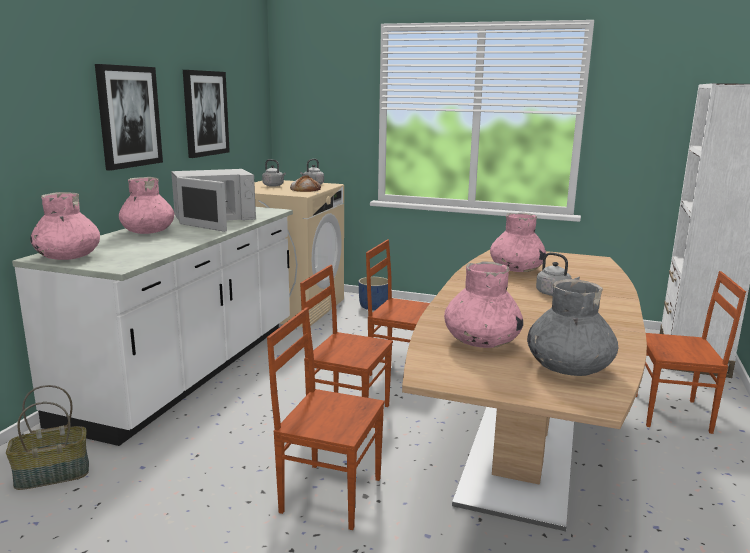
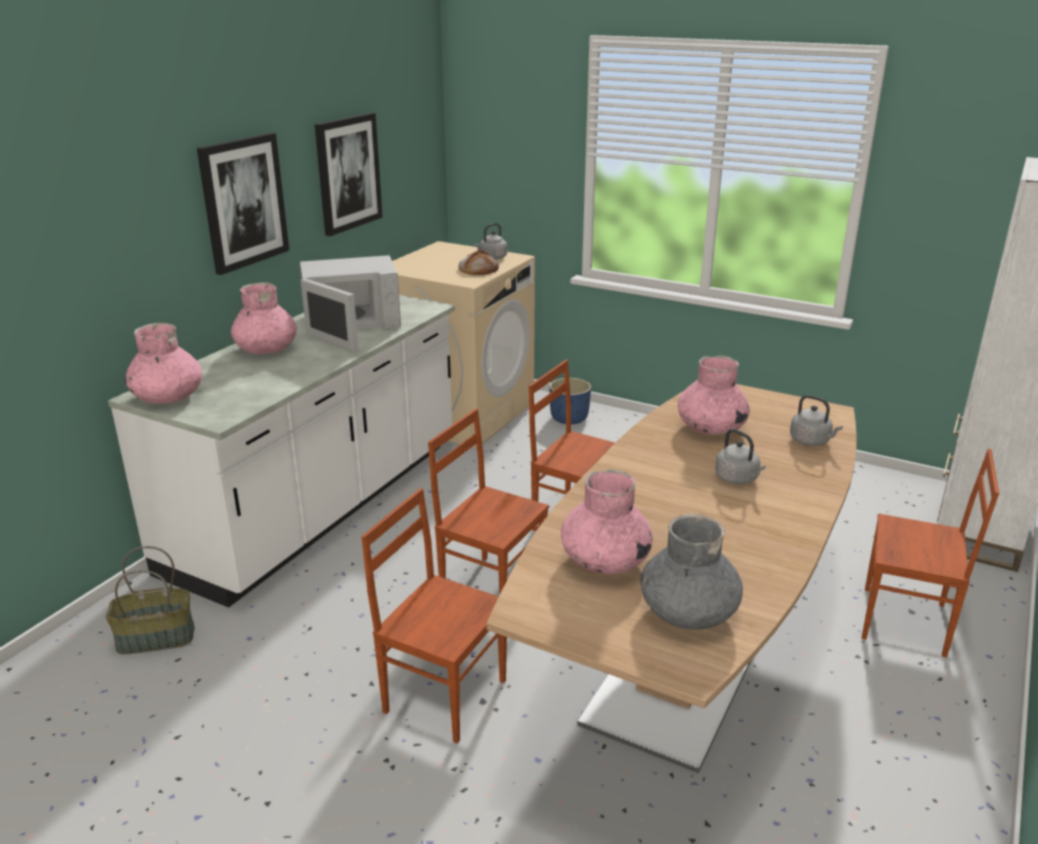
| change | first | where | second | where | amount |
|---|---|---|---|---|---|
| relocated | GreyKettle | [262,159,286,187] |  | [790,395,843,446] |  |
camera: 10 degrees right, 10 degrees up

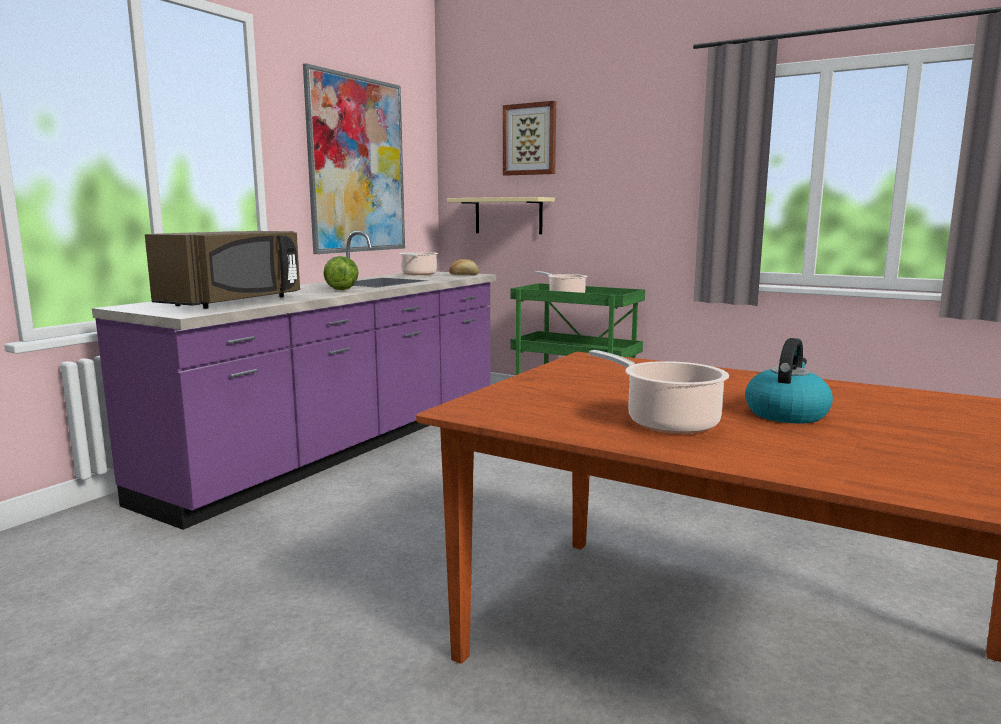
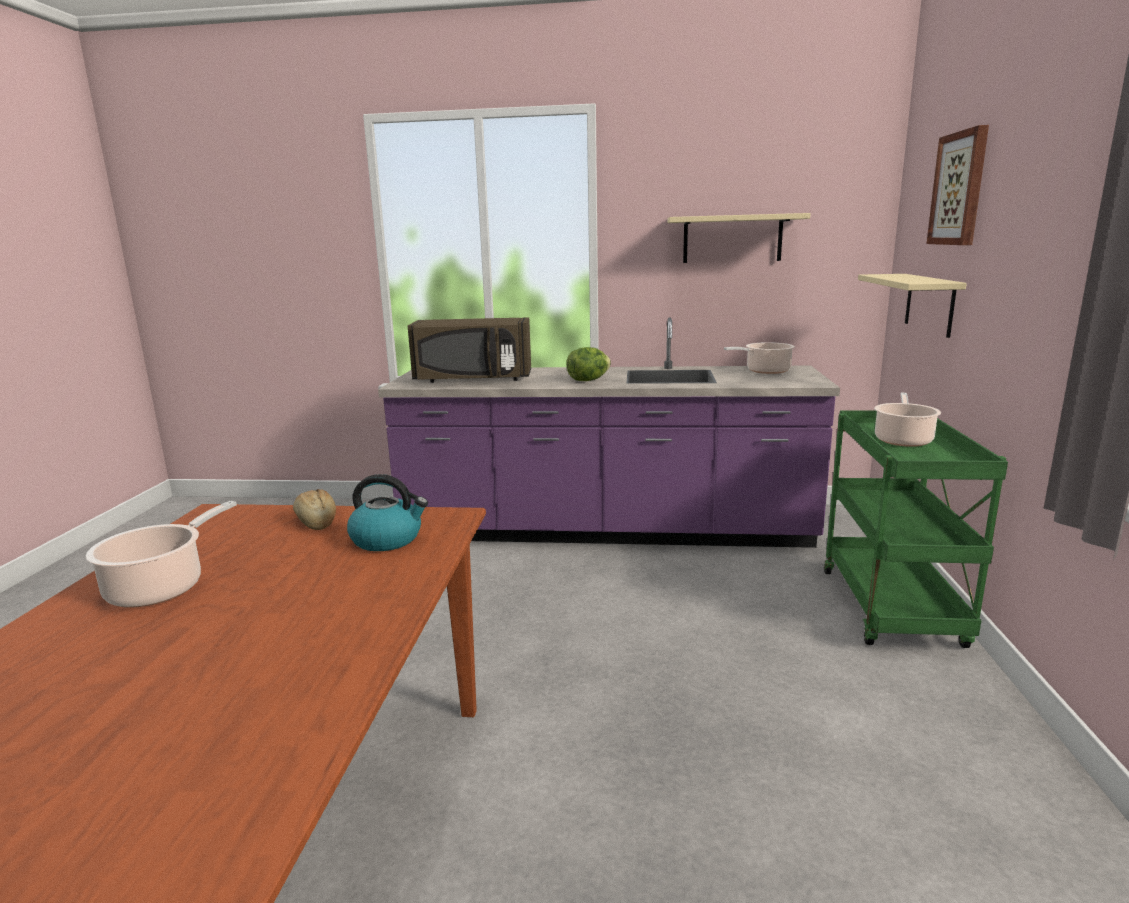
| change | first | where | second | where | amount |
|---|---|---|---|---|---|
| exchanged | Picture | [303,63,405,254] | BeigeShelf | [668,213,811,263] |  |
| relocated | Bread | [449,259,479,275] |  | [293,489,336,530] |  |
| relocated | Kettle | [745,338,833,424] |  | [347,474,428,551] |  |
camera: 65 degrees right, 5 degrees up

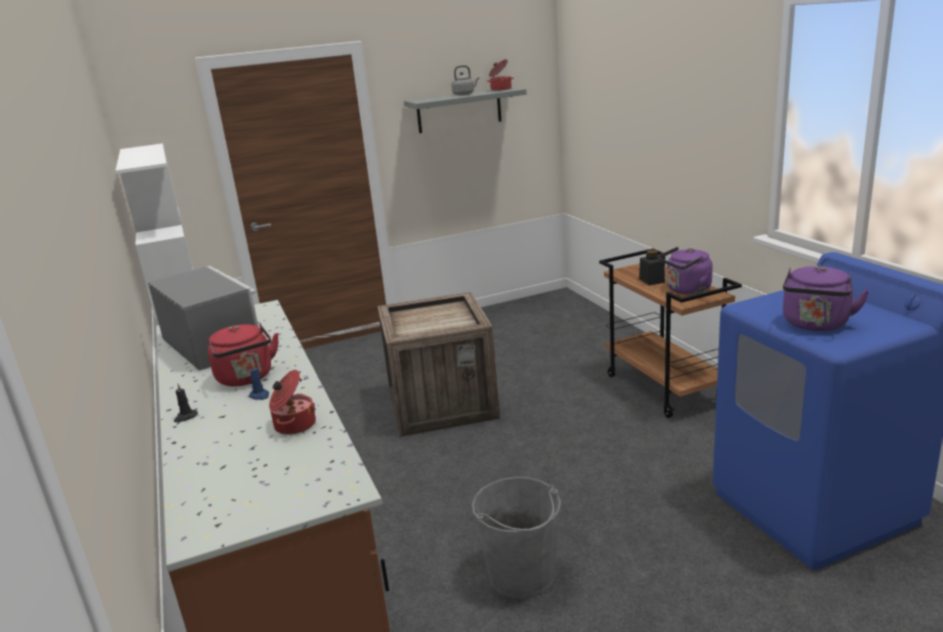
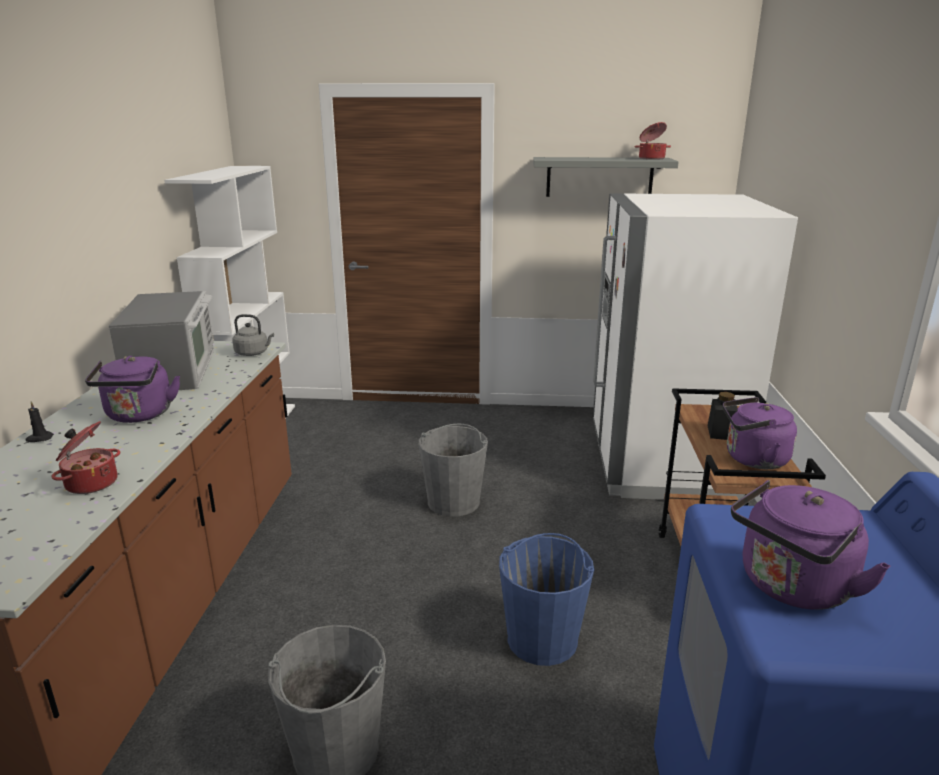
| change | first | where | second | where | amount |
|---|---|---|---|---|---|
| relocated | GreyKettle | [451,65,479,95] |  | [232,314,274,356] |  |
| exchanged | Crate | [378,292,500,437] | GreyBucket | [419,424,488,517] |  |
| colour | RedKettle | [207,323,279,386] | PurpleKettle | [85,356,180,423] |  |
| missing | BlueCandle | [248,363,269,400] |  |  |  |
| appeared |  |  | WhiteFridge | [593,193,798,500] |  |
| appeared |  |  | BlueBucket | [499,533,594,666] |  |
camera: 25 degrees right, 0 degrees up

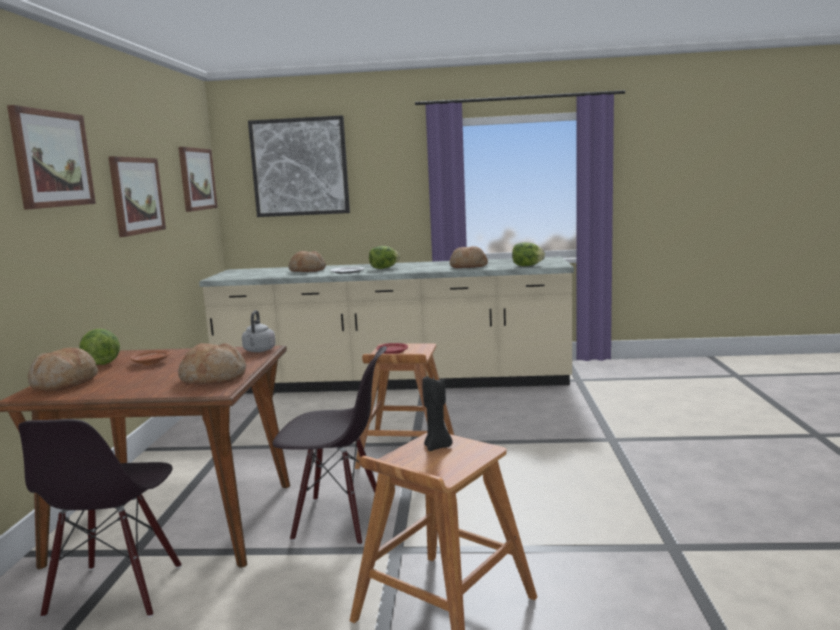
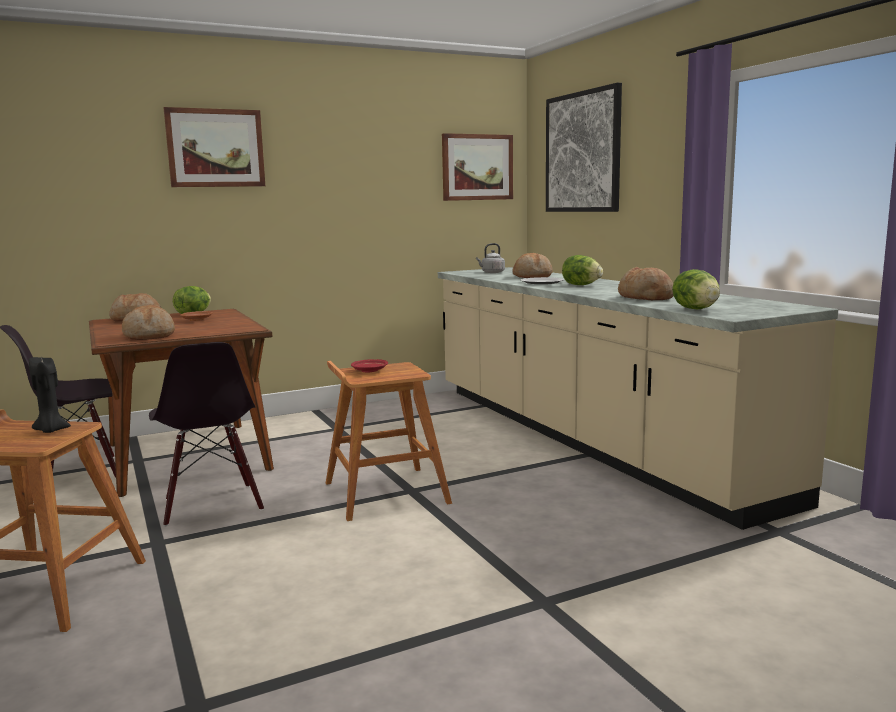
| change | first | where | second | where | amount |
|---|---|---|---|---|---|
| missing | Picture | [108,156,166,237] |  |  |  |
| relocated | GreyKettle | [242,310,276,352] |  | [476,243,505,273] |  |
camera: 60 degrees right, 0 degrees up

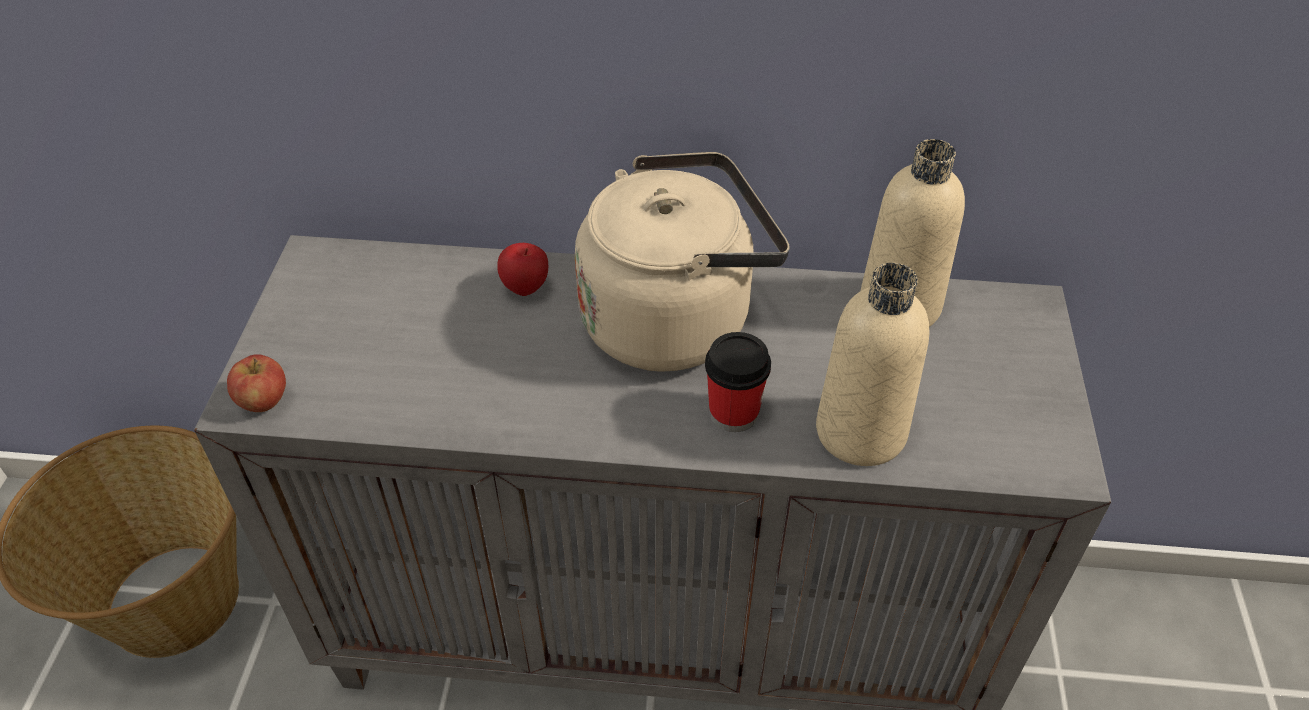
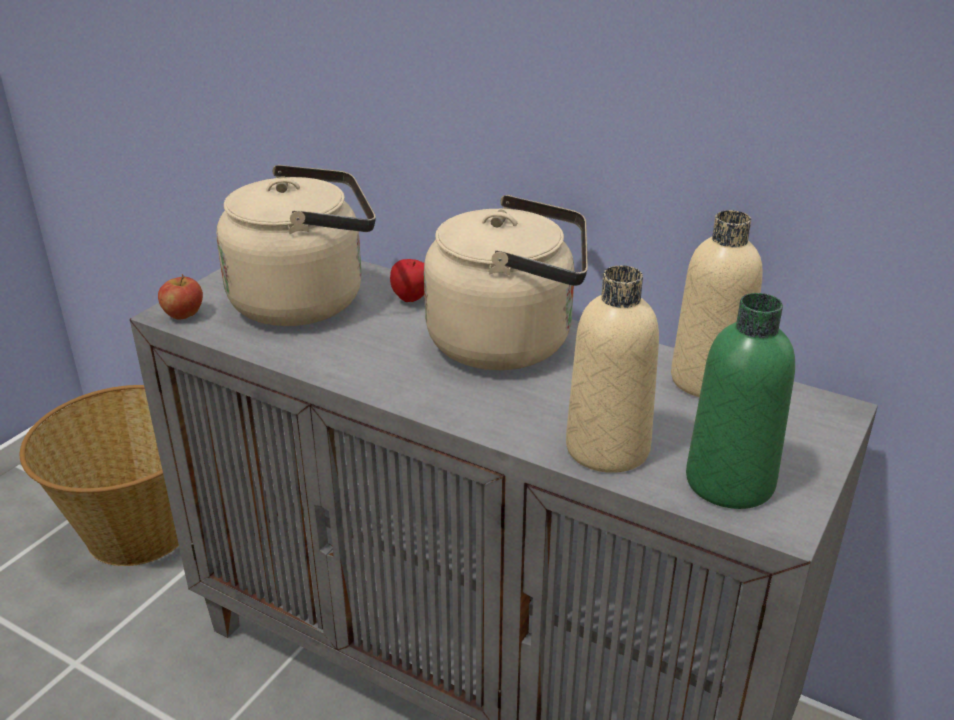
| change | first | where | second | where | amount |
|---|---|---|---|---|---|
| missing | Cup | [705,332,771,432] |  |  |  |
| appeared |  |  | BeigeKettle | [216,165,376,326] |  |
| appeared |  |  | GreenBottle | [686,293,795,509] |  |
camera: 25 degrees right, 15 degrees down

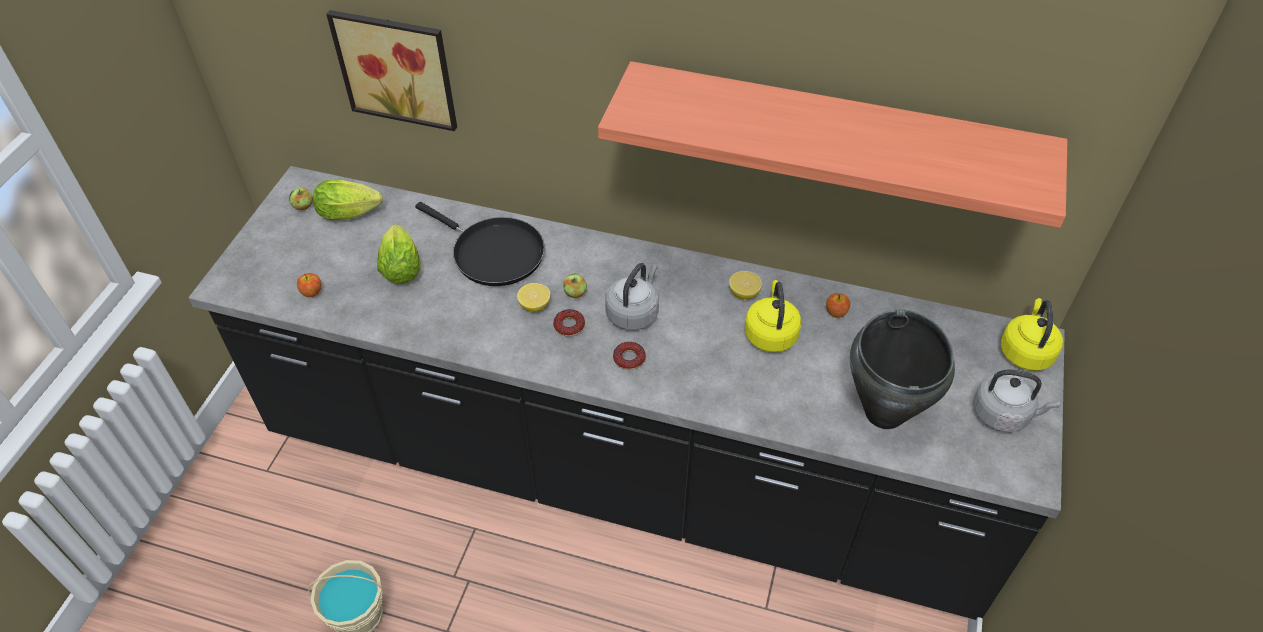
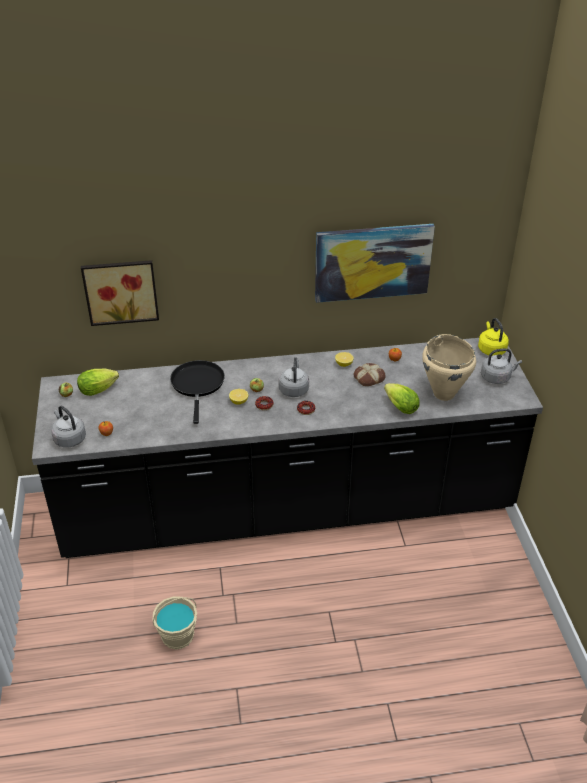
| change | first | where | second | where | amount |
|---|---|---|---|---|---|
| exchanged | Shelf | [598,61,1068,228] | Picture | [315,224,435,303] |  |
| spun | BlackFryingPan | [415,202,545,286] |  | [170,360,225,424] | 105 degrees counterclockwise |
| relocated | Lettuce | [377,224,421,284] |  | [384,383,420,414] |  |
| exchanged | YellowKettle | [745,280,801,352] | Bread | [354,363,386,386] |  |
| colour | BlackCookingPot | [850,309,955,429] | BeigeCookingPot | [422,334,476,401] |  |
| appeared |  |  | GreyKettle | [51,406,86,448] |  |
camera: 25 degrees left, 10 degrees down

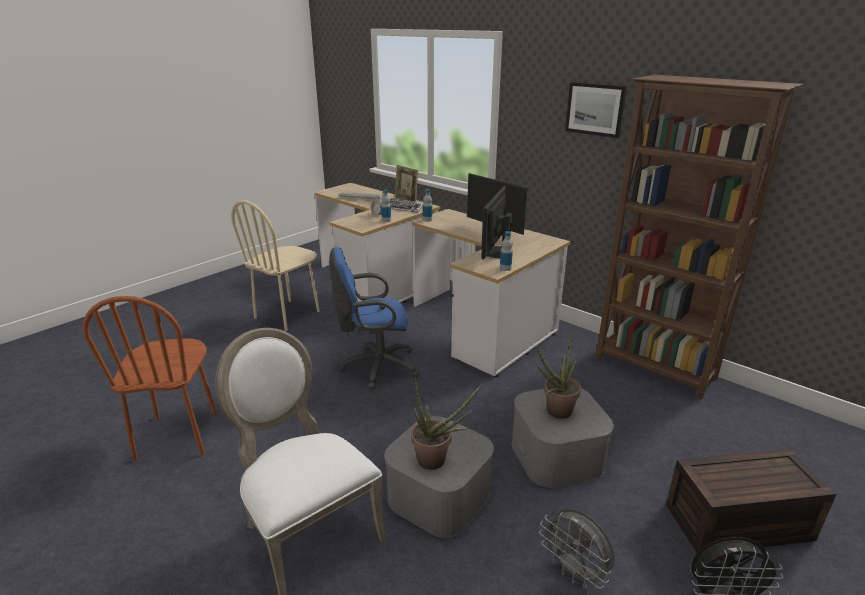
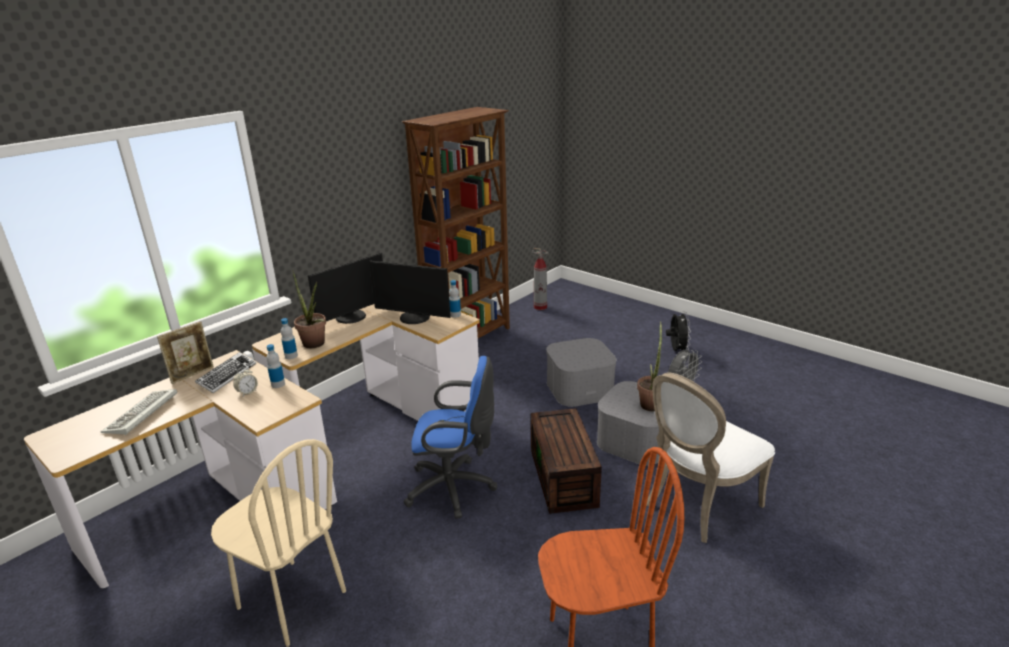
| change | first | where | second | where | amount |
|---|---|---|---|---|---|
| missing | Picture | [565,82,627,138] |  |  |  |
| spun | BlueOfficeChair | [329,247,420,390] |  | [404,356,497,519] | 75 degrees counterclockwise |
| relocated | PottedPlant | [536,328,581,419] |  | [292,270,326,348] |  |
| relocated | BrownStorageBox | [666,449,836,553] |  | [531,408,602,514] |  |
| appeared |  |  | FireExtinguisher | [532,248,549,310] |  |
camera: 90 degrees left, 0 degrees up

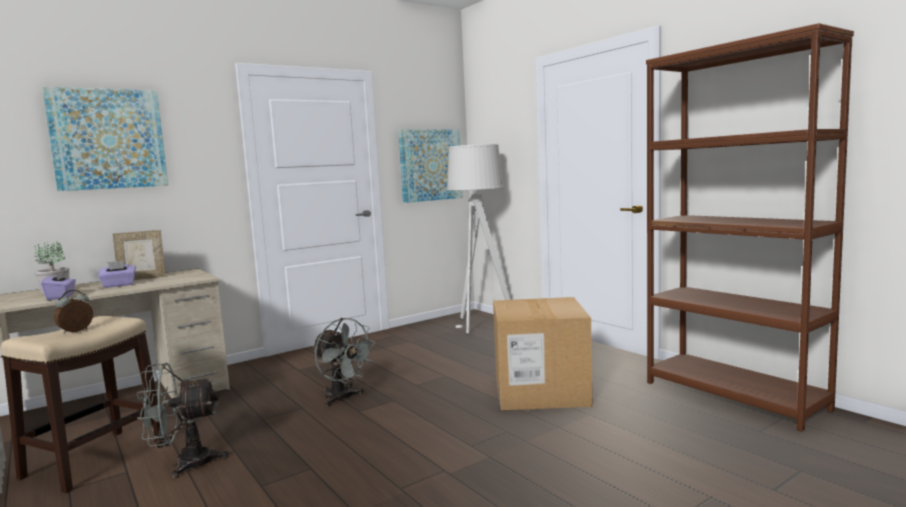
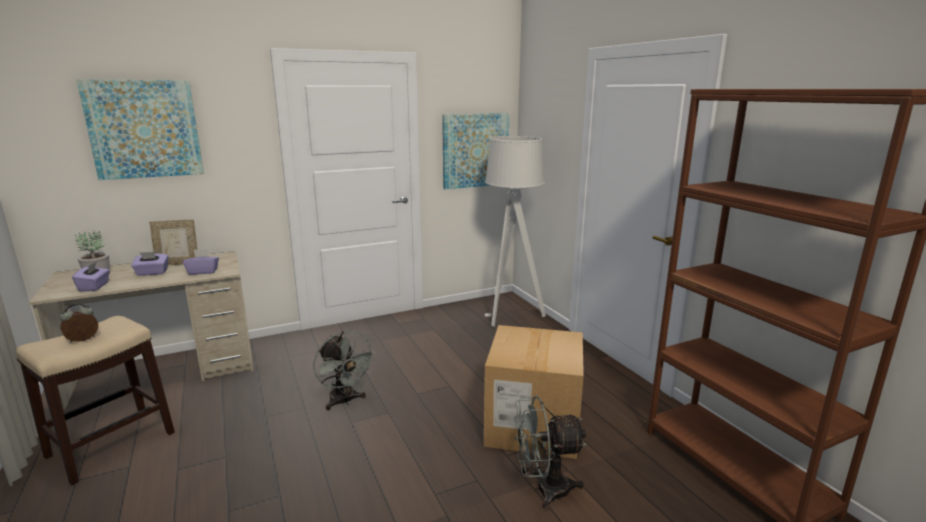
| change | first | where | second | where | amount |
|---|---|---|---|---|---|
| relocated | GreyFan | [137,362,229,479] |  | [514,395,587,510] |  |
| appeared |  |  | PurpleTissueBox | [183,249,219,275] |  |
camera: 10 degrees right, 10 degrees up

